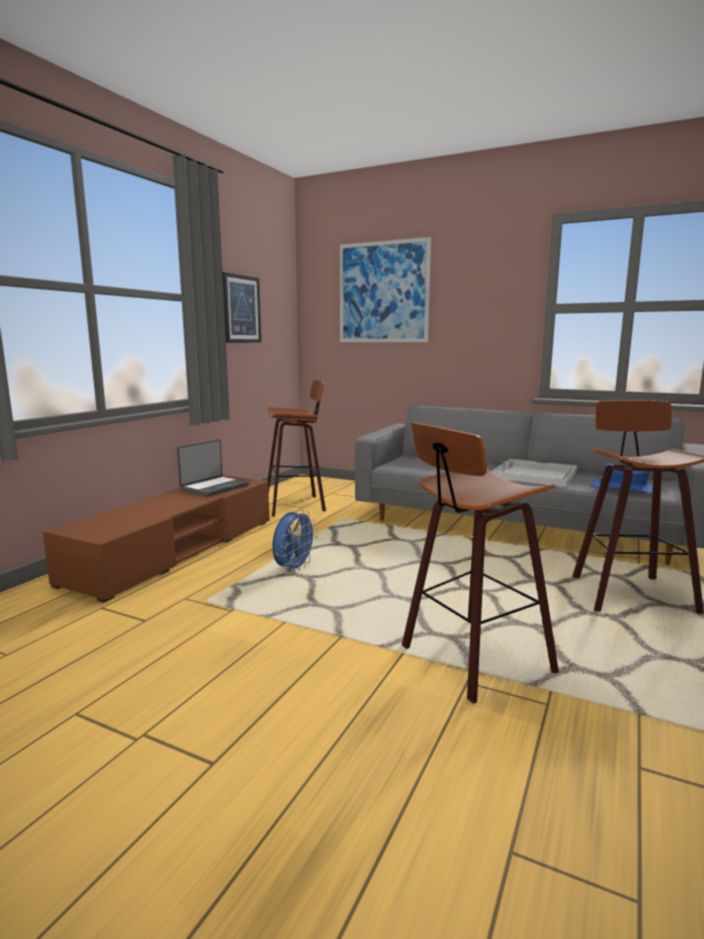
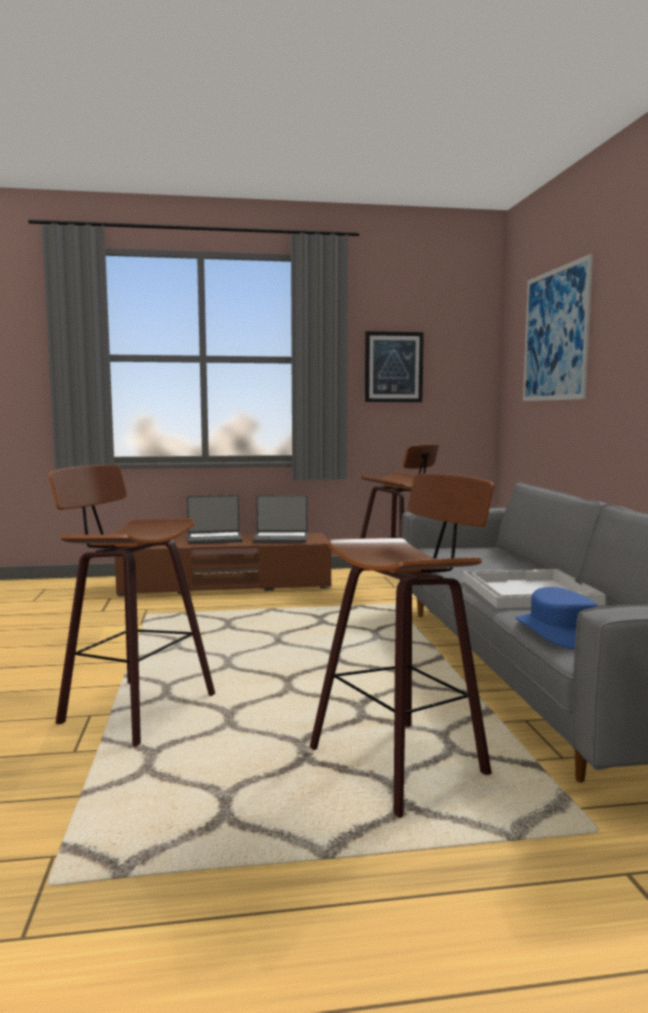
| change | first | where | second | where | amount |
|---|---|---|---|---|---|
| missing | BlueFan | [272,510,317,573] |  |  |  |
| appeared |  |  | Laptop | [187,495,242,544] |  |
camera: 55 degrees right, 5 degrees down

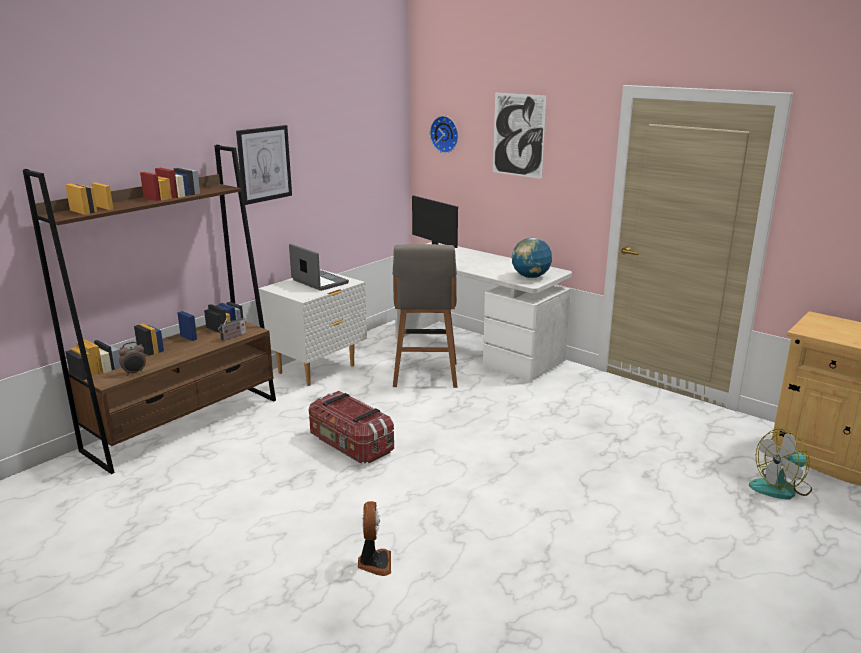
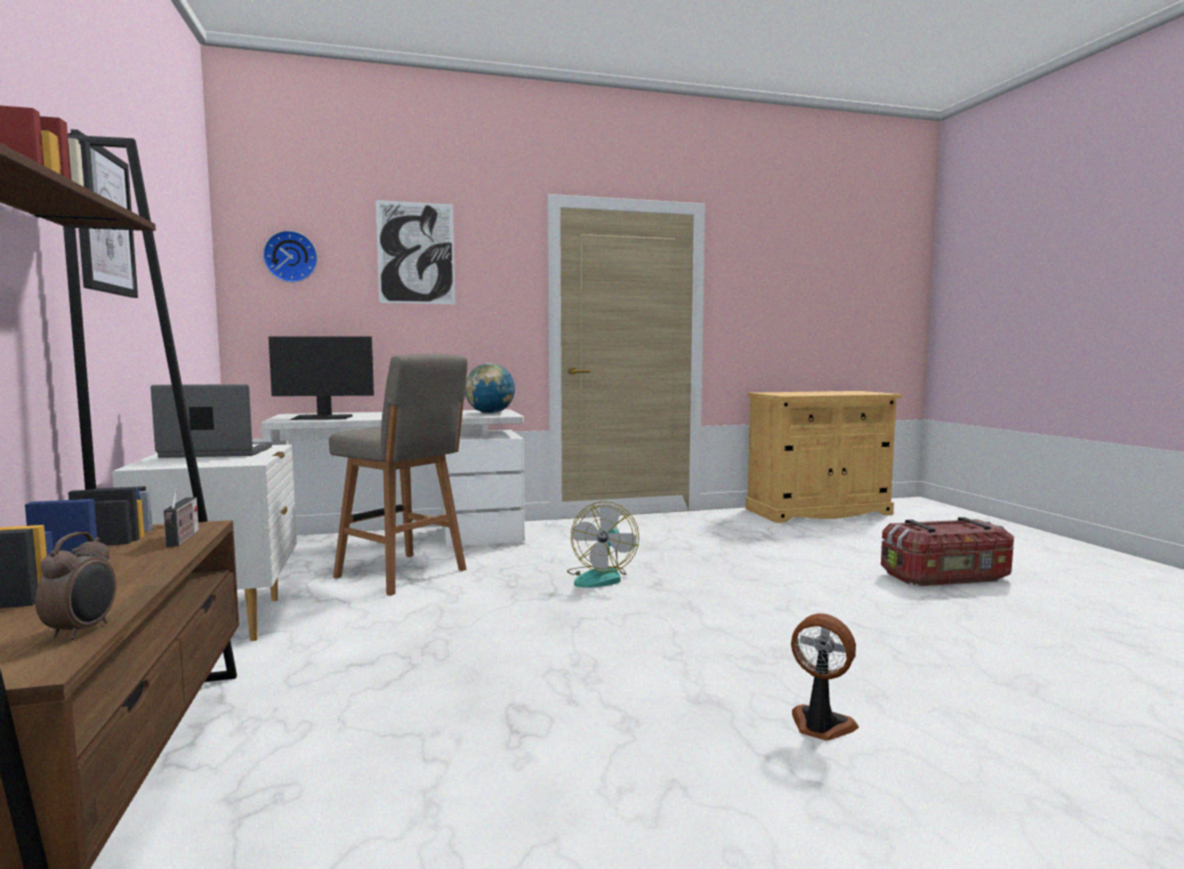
| change | first | where | second | where | amount |
|---|---|---|---|---|---|
| relocated | StorageBox | [309,391,394,463] |  | [881,517,1014,586] |  |
| relocated | Fan | [749,429,812,500] |  | [567,501,639,588] |  |
camera: 55 degrees left, 15 degrees down

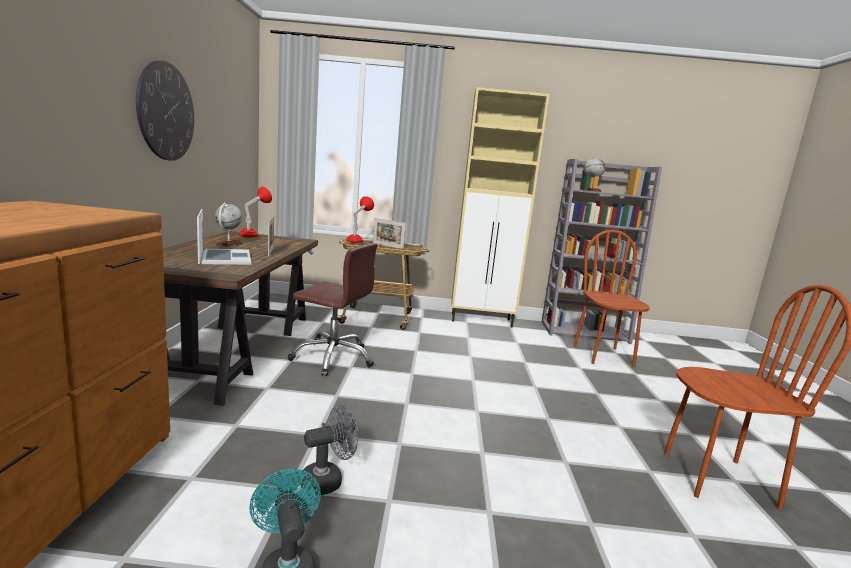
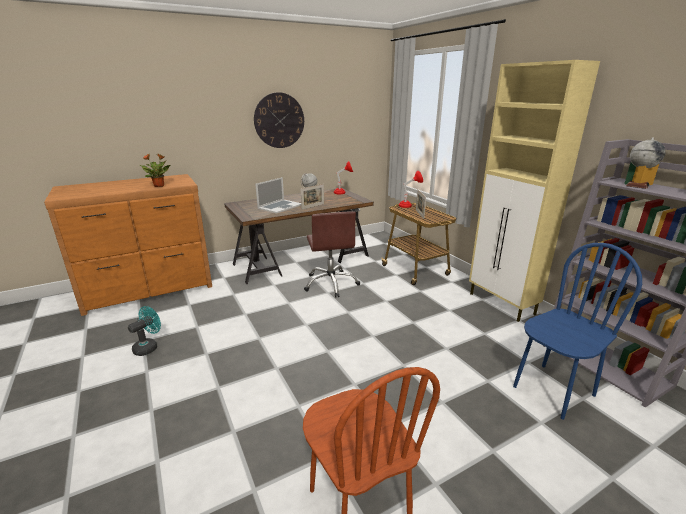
| change | first | where | second | where | amount |
|---|---|---|---|---|---|
| colour | BrownChair | [574,230,650,367] | BlueChair | [513,243,642,420] |  |
| missing | GreyFan | [301,405,358,495] |  |  |  |
| appeared |  |  | PottedPlant | [140,154,171,187] |  |
camera: 60 degrees right, 10 degrees up

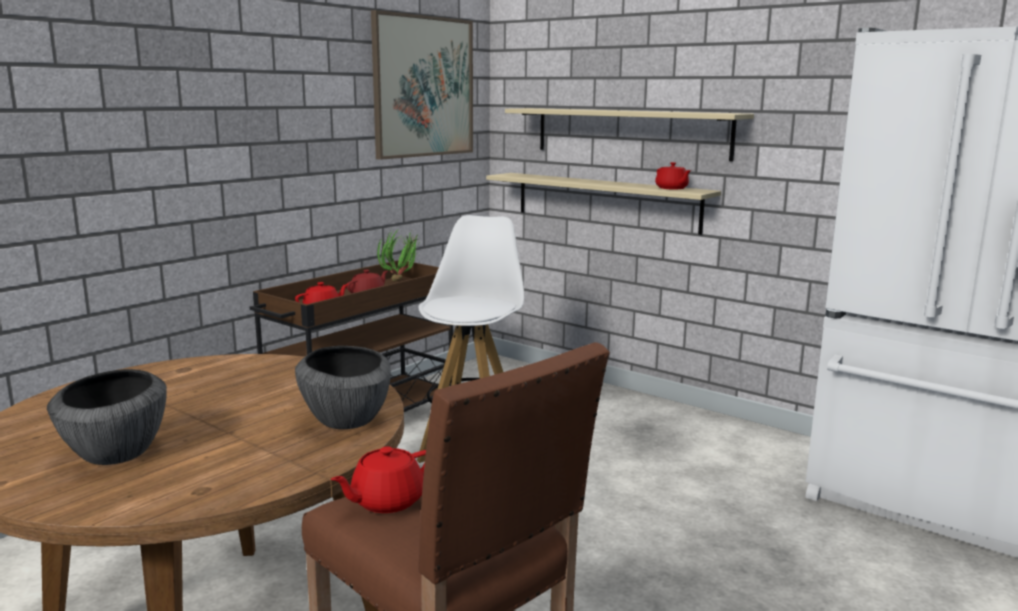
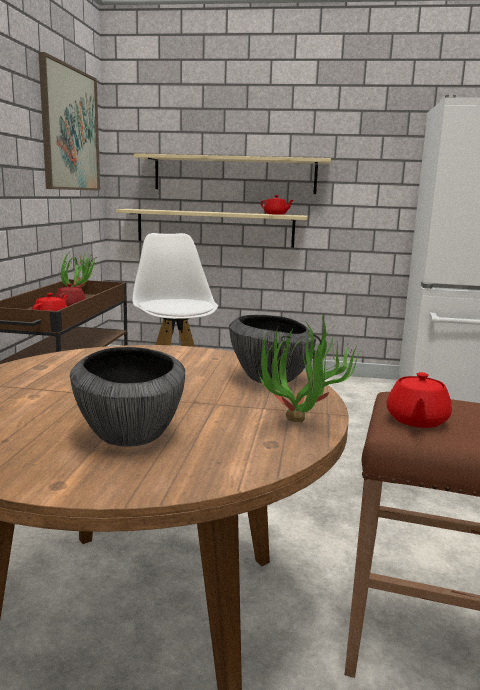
| change | first | where | second | where | amount |
|---|---|---|---|---|---|
| appeared |  |  | PottedPlant | [256,314,362,422] |  |
camera: 30 degrees left, 0 degrees up

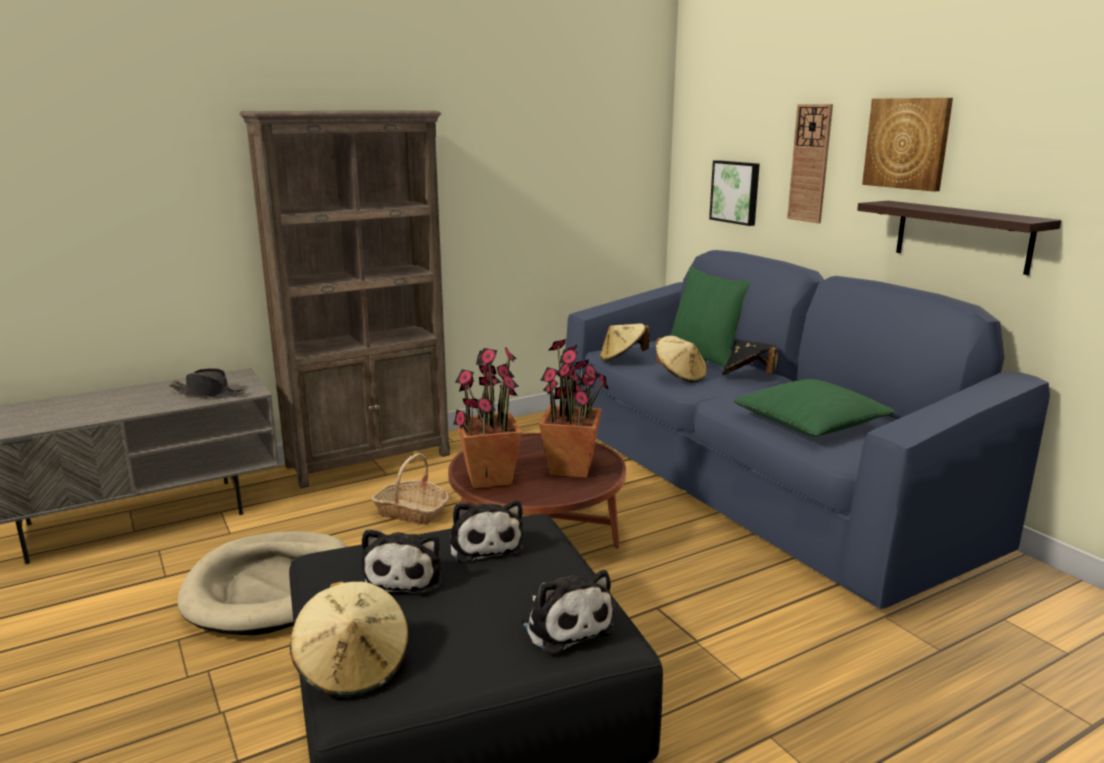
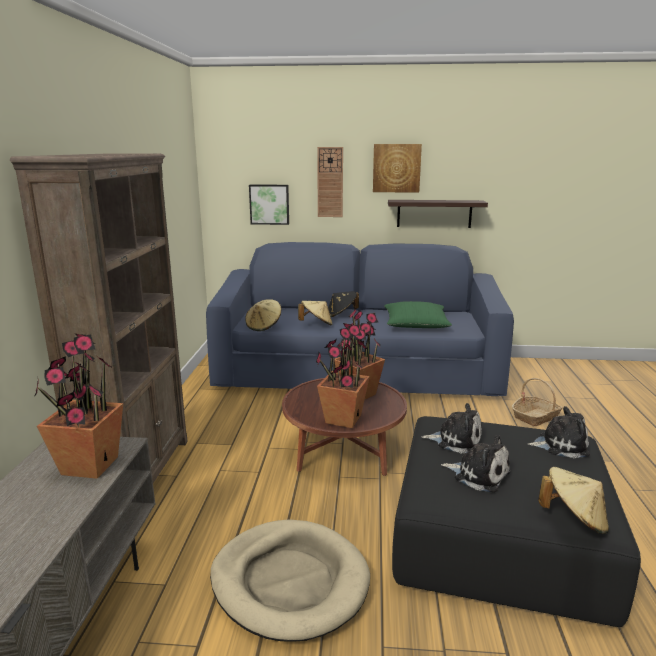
| change | first | where | second | where | amount |
|---|---|---|---|---|---|
| missing | GreenPillow | [670,267,750,367] |  |  |  |
| exchanged | BlackHat | [169,368,246,398] | PottedPlant | [34,333,123,479] |  |
| relocated | Basket | [372,453,449,525] |  | [512,378,563,427] |  |
camera: 55 degrees left, 0 degrees up

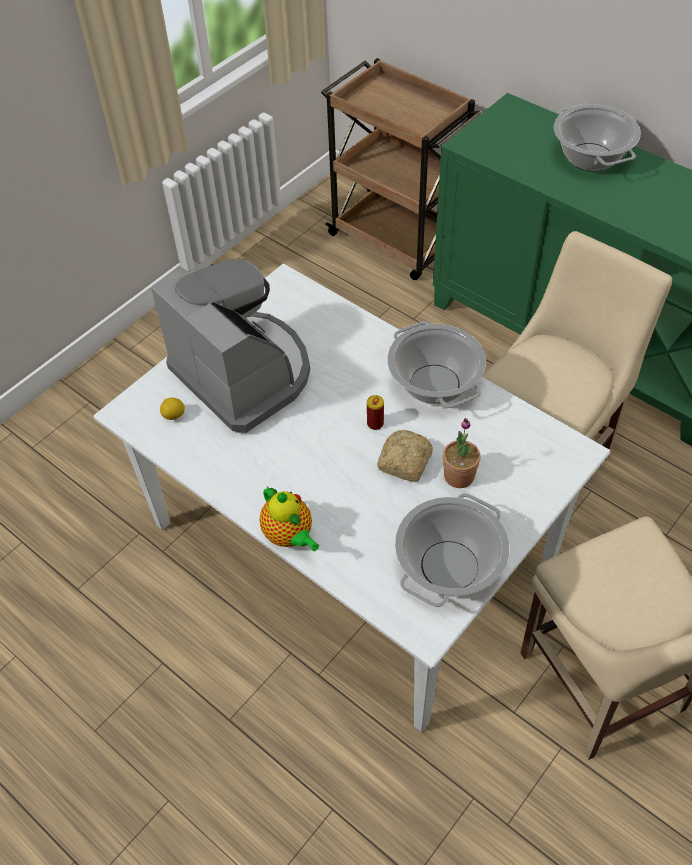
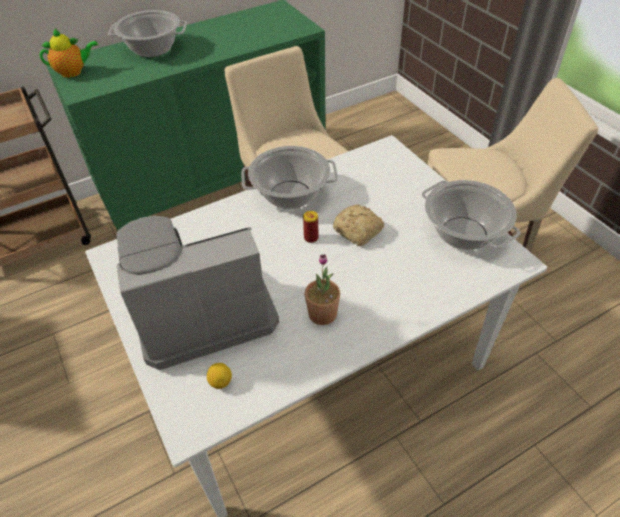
| change | first | where | second | where | amount |
|---|---|---|---|---|---|
| relocated | PottedPlant | [443,418,481,488] |  | [305,254,340,325] |  |
| relocated | Teapot | [259,487,319,551] |  | [40,29,98,78] |  |
camera: 70 degrees left, 5 degrees down

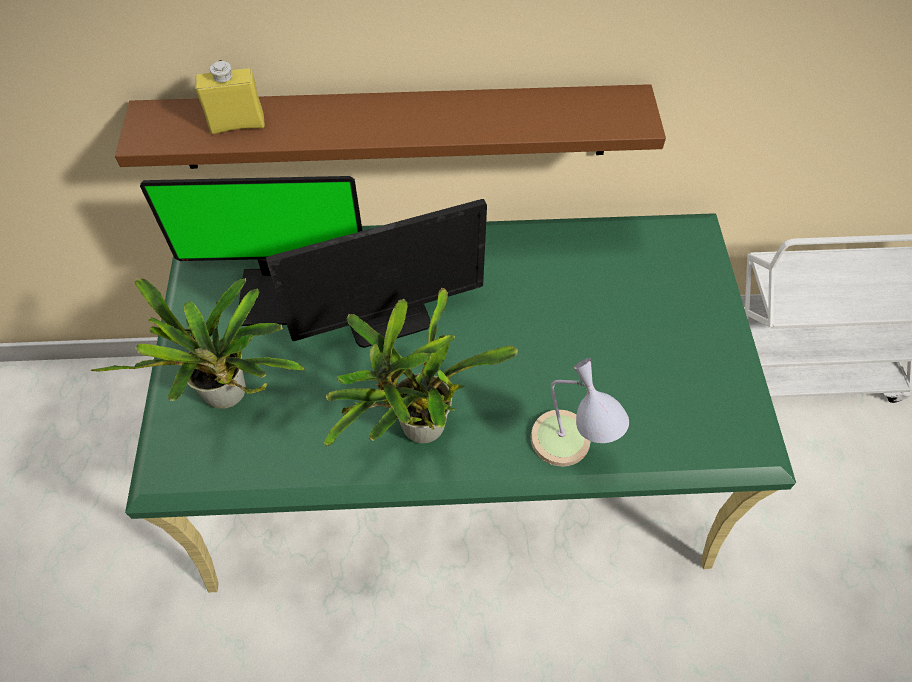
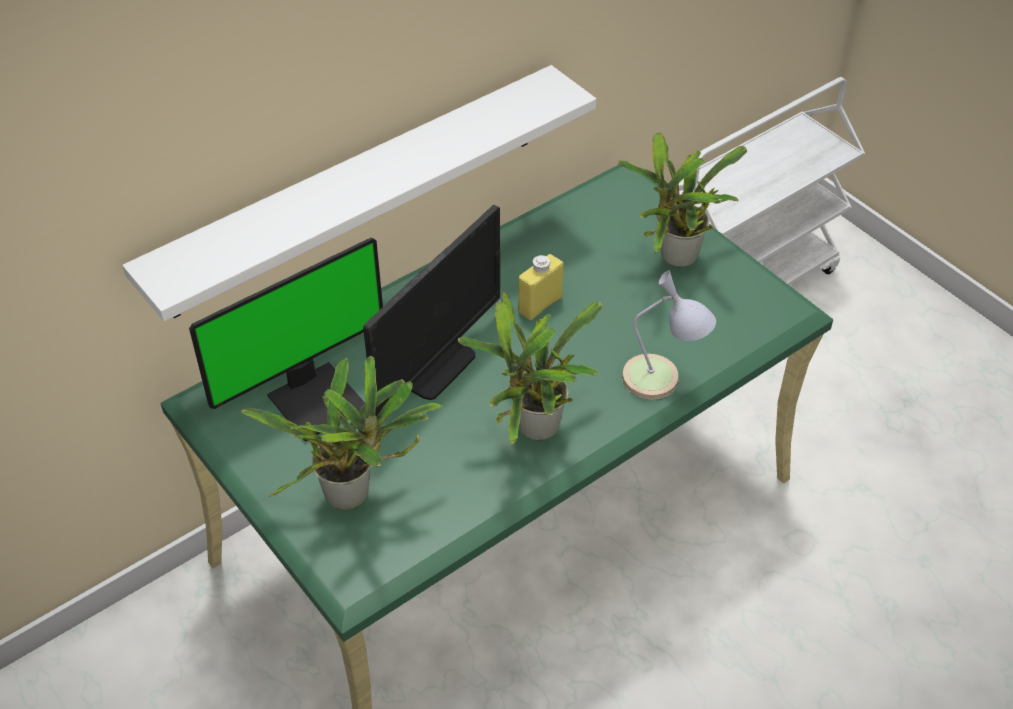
| change | first | where | second | where | amount |
|---|---|---|---|---|---|
| relocated | YellowBottle | [195,60,265,134] |  | [518,254,564,321] |  |
| colour | BrownShelf | [115,84,666,169] | WhiteShelf | [122,65,596,321] |  |
| appeared |  |  | PottedPlant | [617,132,747,267] |  |
camera: 35 degrees left, 10 degrees down

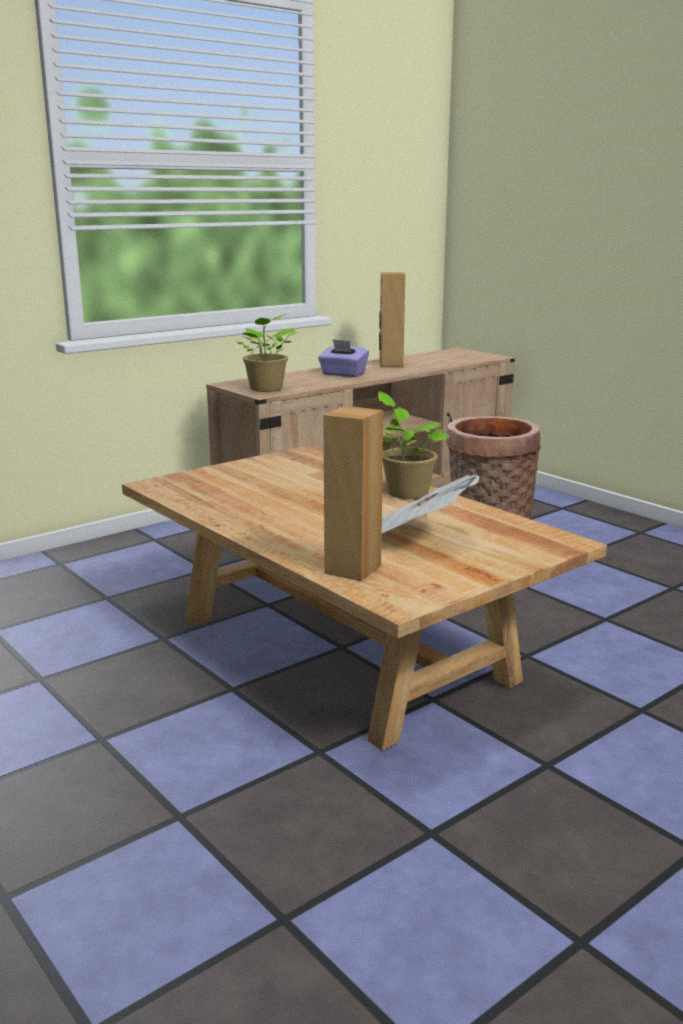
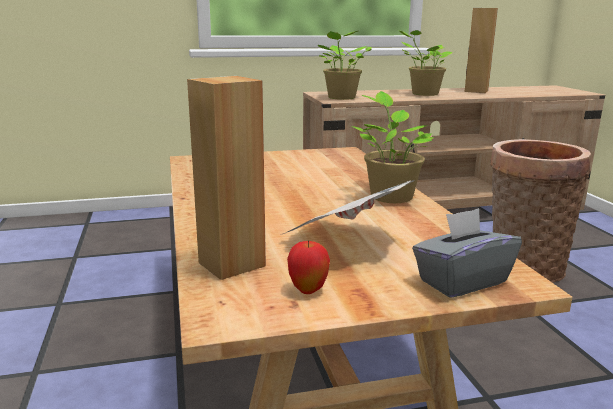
| change | first | where | second | where | amount |
|---|---|---|---|---|---|
| exchanged | PurpleTissueBox | [318,339,369,377] | PottedPlant | [399,30,452,96] |  |
| appeared |  |  | GreyTissueBox | [412,208,522,298] |  |
| appeared |  |  | Apple | [287,240,330,294] |  |
camera: 25 degrees right, 0 degrees up

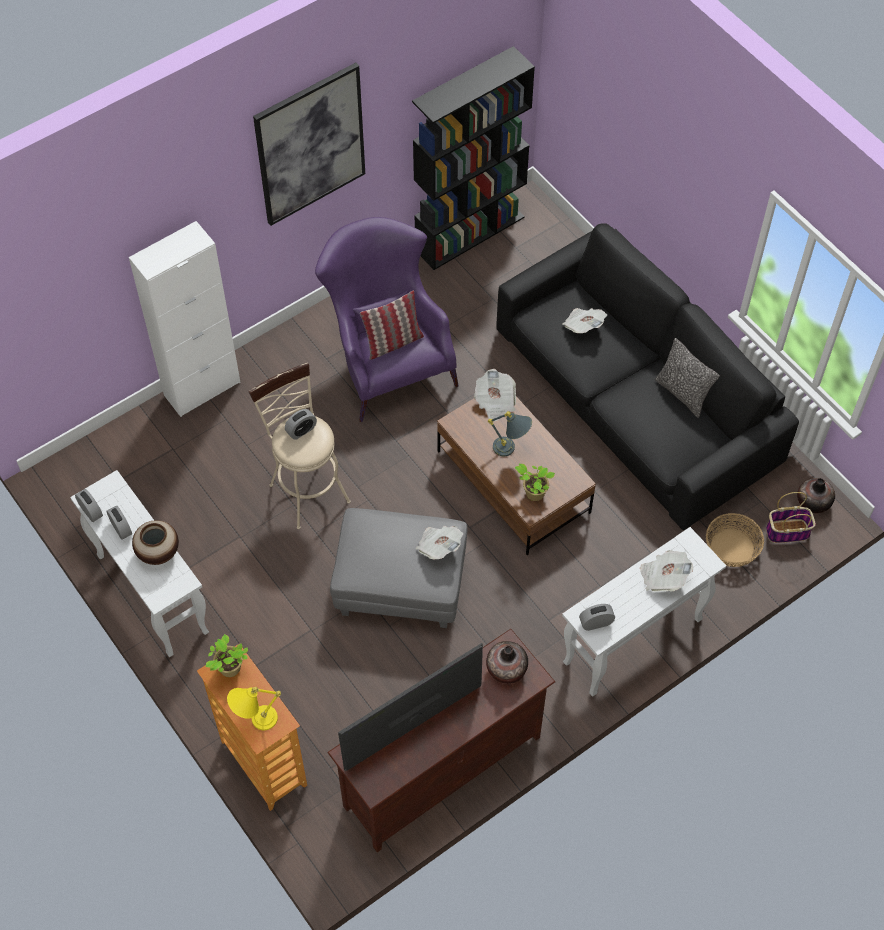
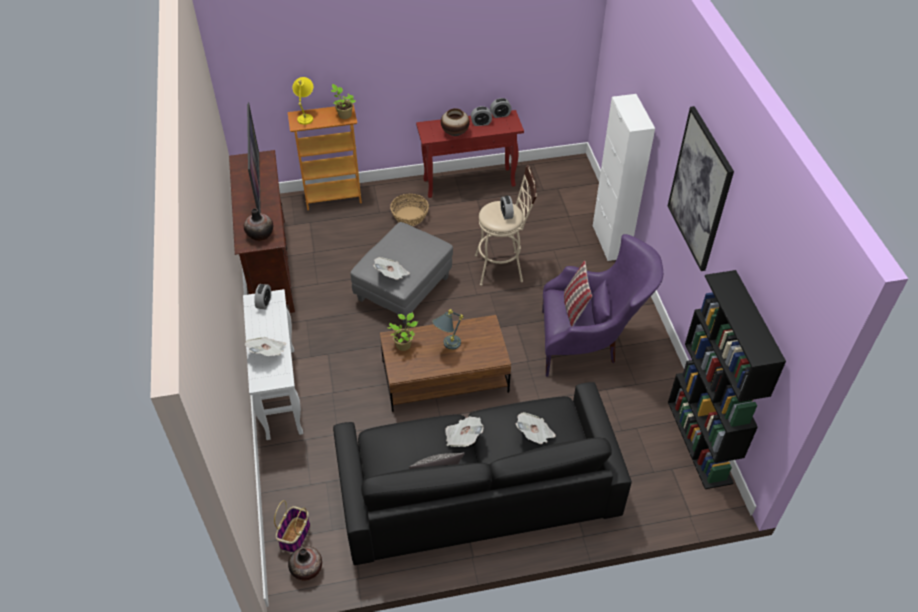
| change | first | where | second | where | amount |
|---|---|---|---|---|---|
| relocated | Newspaper | [474,369,516,421] |  | [445,416,484,447] |  |
| colour | WhiteConsoleTable | [70,470,209,657] | RedConsoleTable | [416,110,524,198] |  |
| relocated | Basket | [706,513,764,567] |  | [390,193,429,226] |  |
camera: 115 degrees right, 10 degrees down

